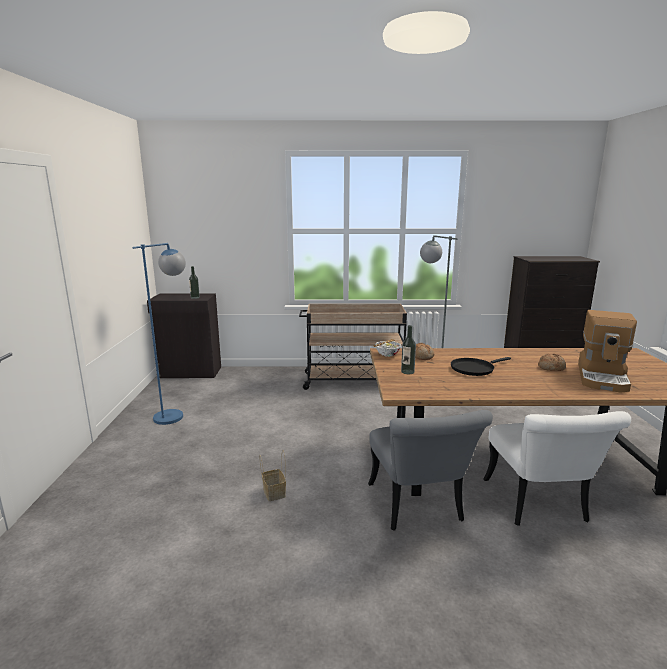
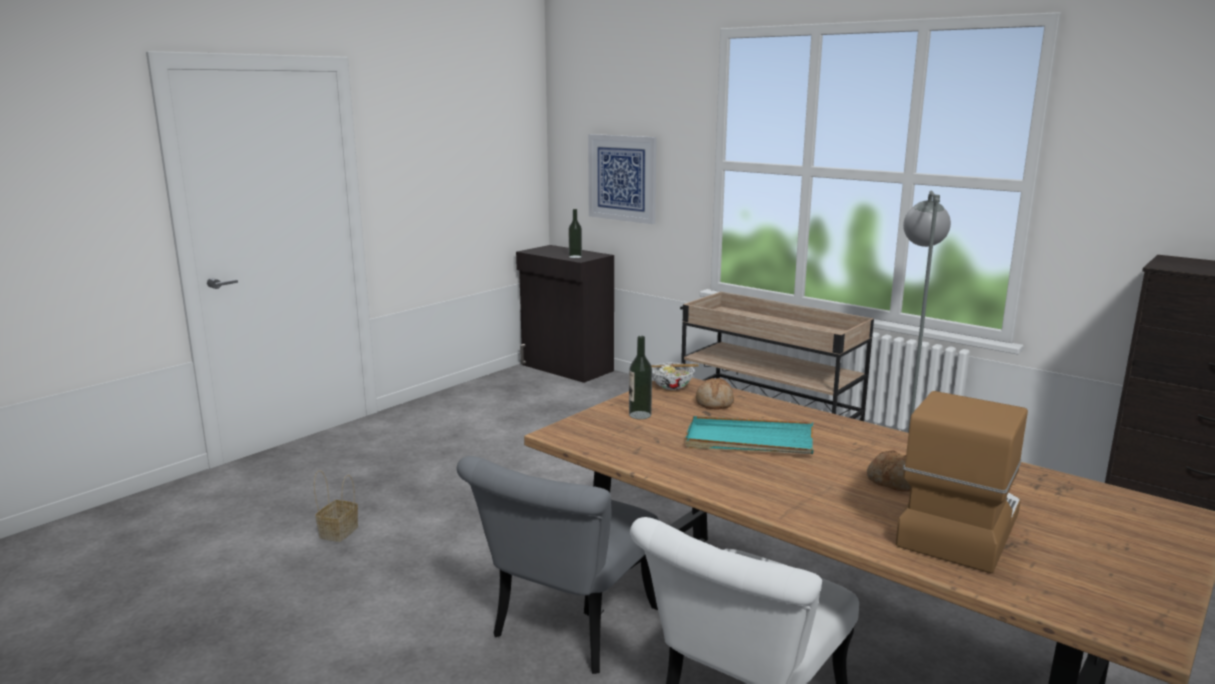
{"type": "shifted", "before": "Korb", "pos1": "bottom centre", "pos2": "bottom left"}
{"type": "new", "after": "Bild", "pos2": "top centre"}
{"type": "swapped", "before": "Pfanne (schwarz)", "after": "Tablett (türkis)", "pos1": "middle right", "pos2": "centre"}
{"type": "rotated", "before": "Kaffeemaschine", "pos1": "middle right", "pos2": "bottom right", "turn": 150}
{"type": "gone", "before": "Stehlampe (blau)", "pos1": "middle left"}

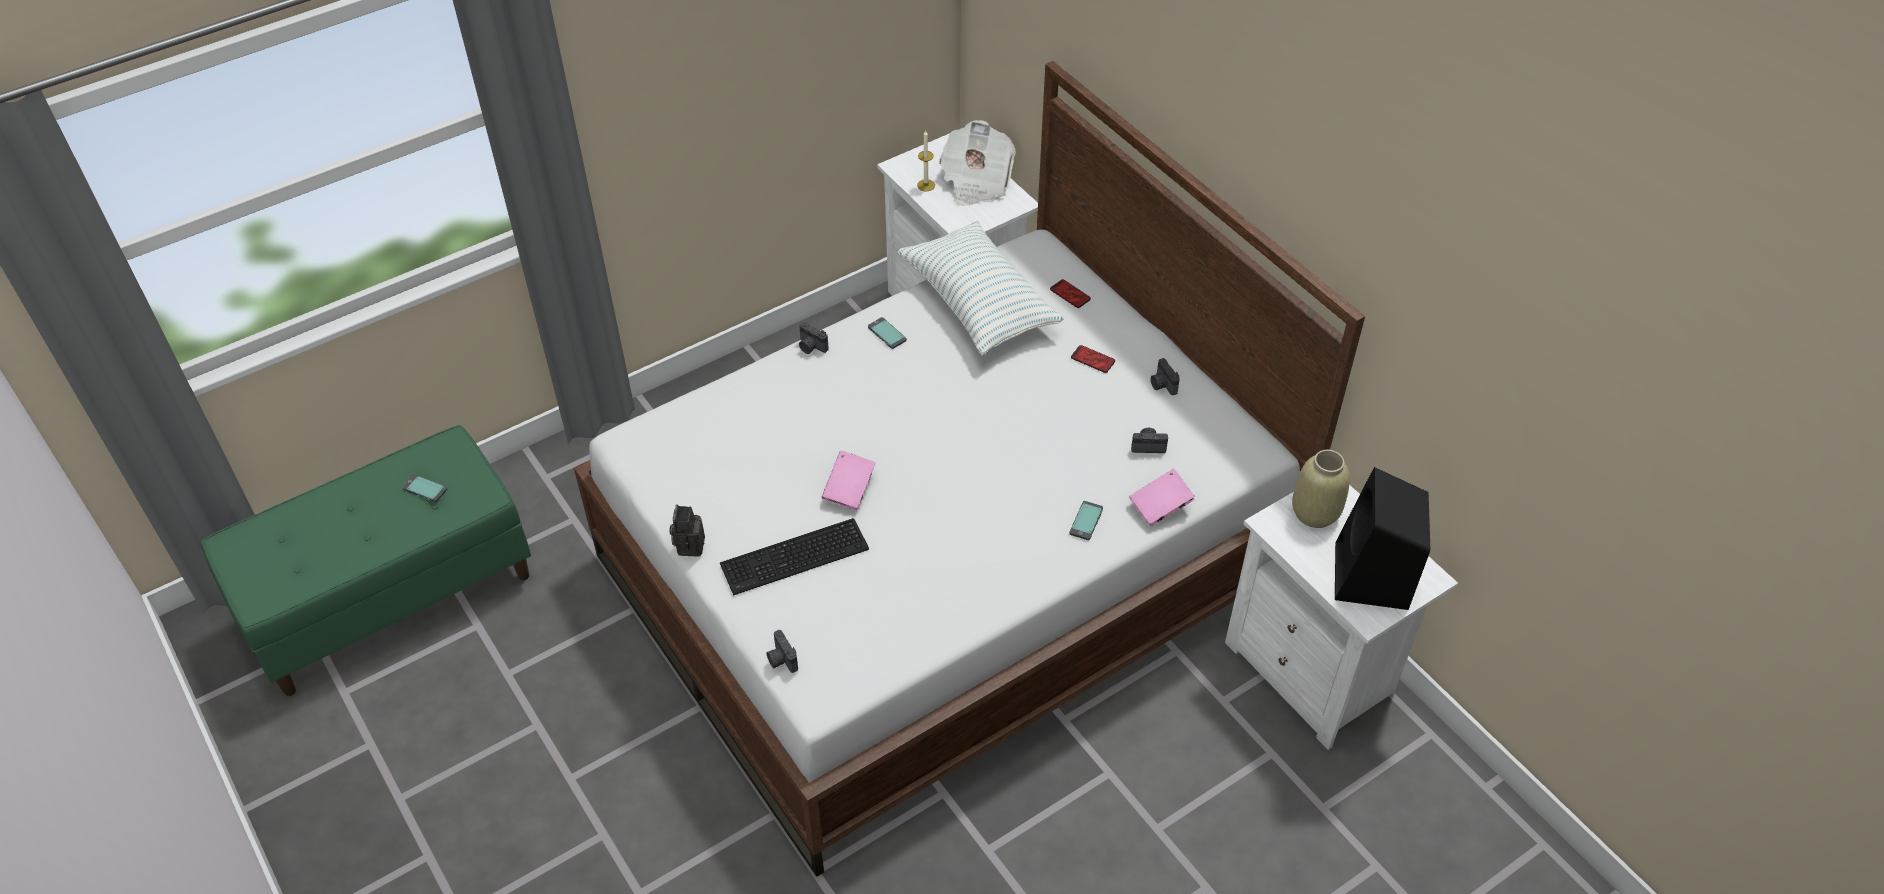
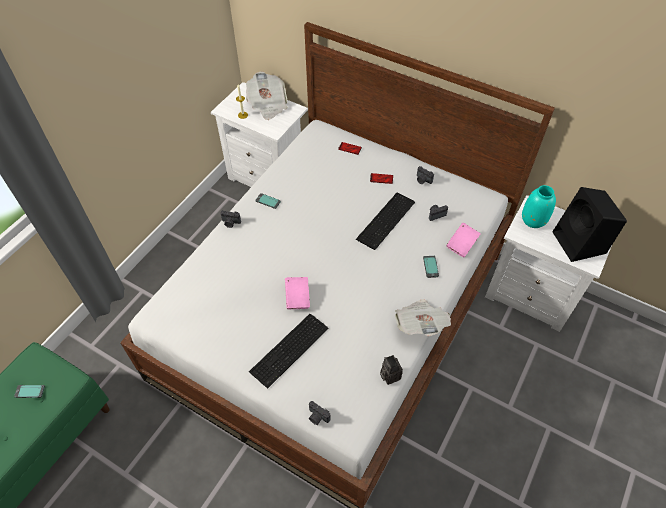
{"type": "new", "after": "Tastatur (no. 2 from left)", "pos2": "centre"}
{"type": "shifted", "before": "Kamera (no. 1 from left in the first image)", "after": "Kamera (no. 3 from left)", "pos1": "centre", "pos2": "bottom centre"}
{"type": "new", "after": "Zeitung (no. 2 from left)", "pos2": "centre"}
{"type": "repainted", "before": "Vase (beige)", "after": "Vase (türkis)", "pos1": "middle right", "pos2": "middle right"}
{"type": "gone", "before": "Kissen", "pos1": "top centre"}

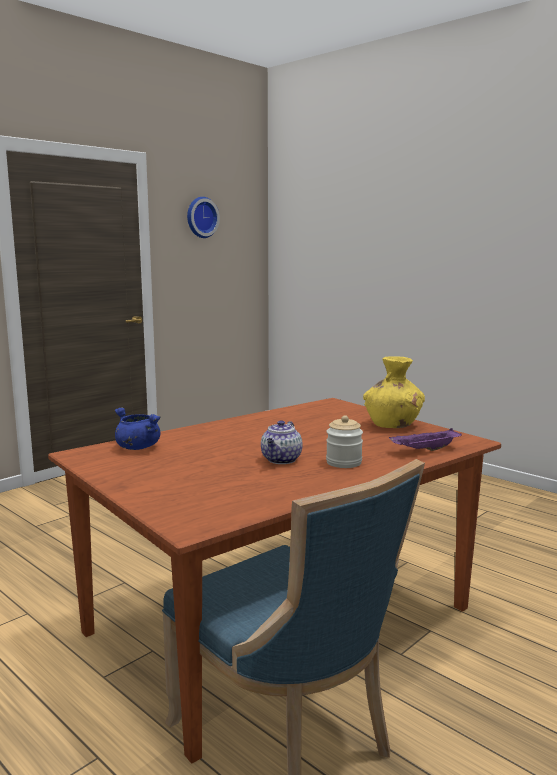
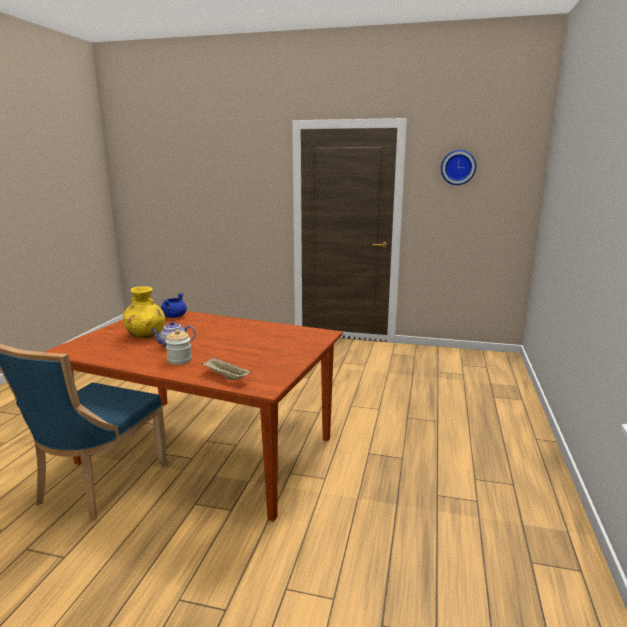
{"type": "shifted", "before": "Vase (gelb)", "pos1": "middle right", "pos2": "middle left"}
{"type": "repainted", "before": "Tablett (lila)", "after": "Tablett (beige)", "pos1": "middle right", "pos2": "centre"}

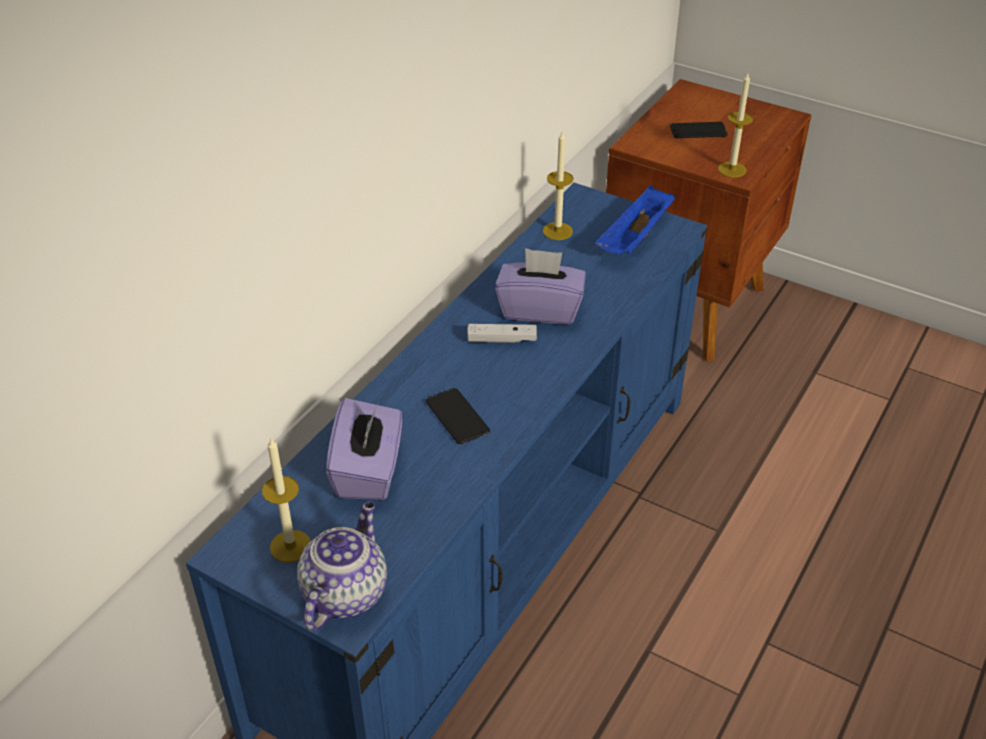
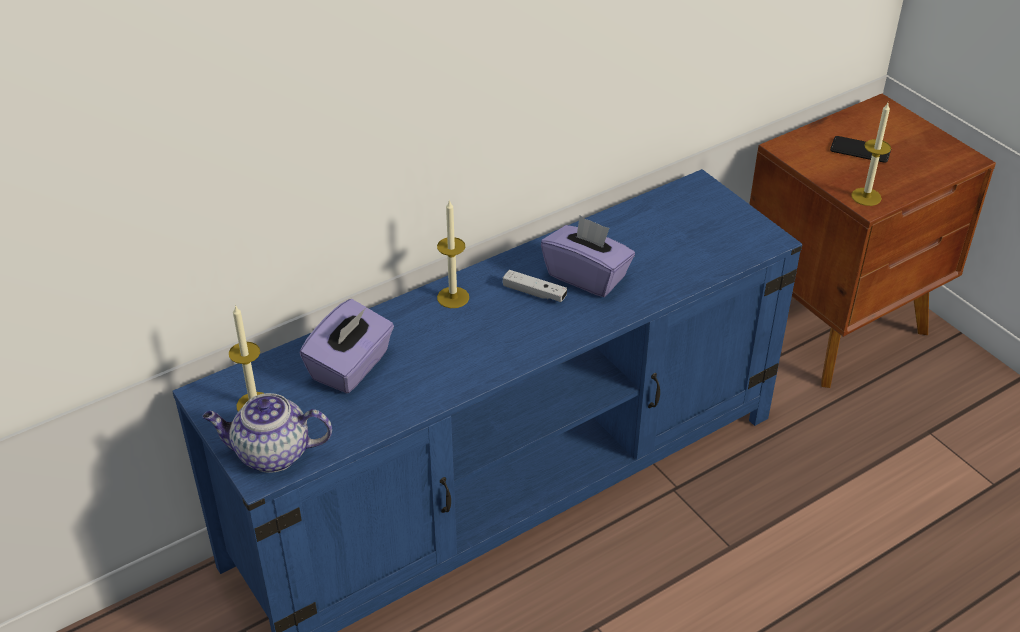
{"type": "rotated", "before": "Teekanne", "pos1": "bottom centre", "pos2": "bottom left", "turn": -135}
{"type": "shifted", "before": "Kerze (no. 2 from left)", "pos1": "top centre", "pos2": "centre"}
{"type": "gone", "before": "Handy (no. 1 from left)", "pos1": "centre"}
{"type": "gone", "before": "Tablett (blau)", "pos1": "top centre"}

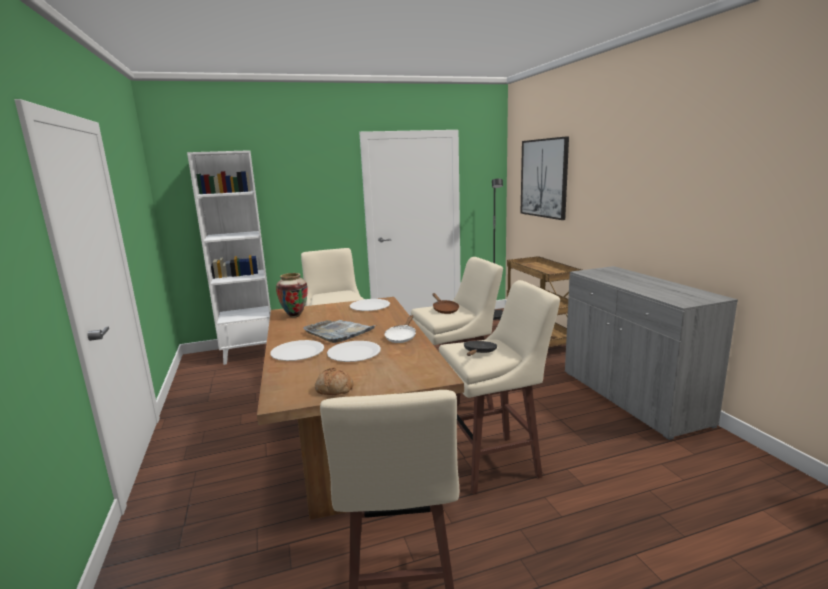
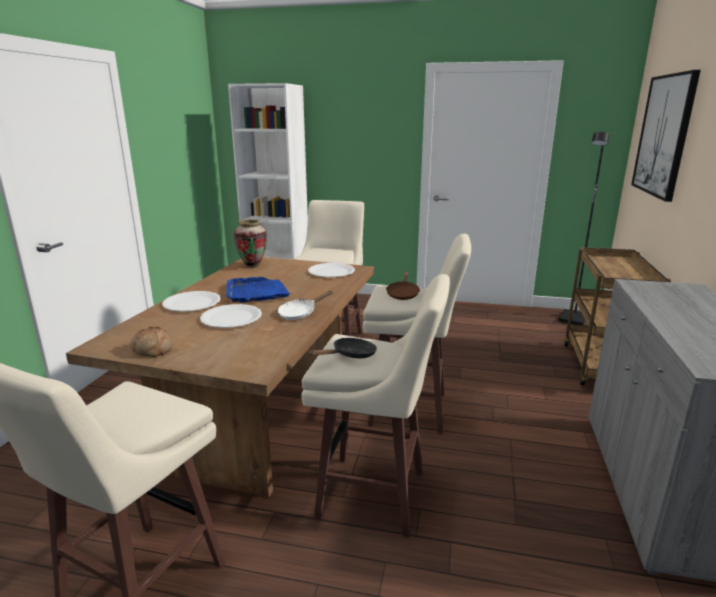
{"type": "repainted", "before": "Tablett (grau)", "after": "Tablett (blau)", "pos1": "centre", "pos2": "centre"}

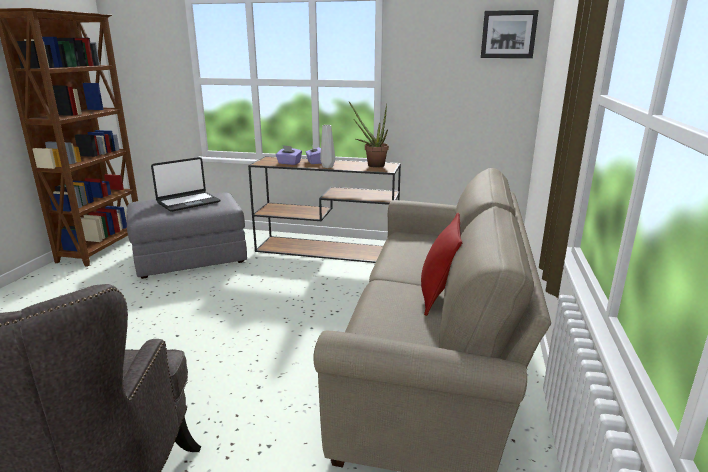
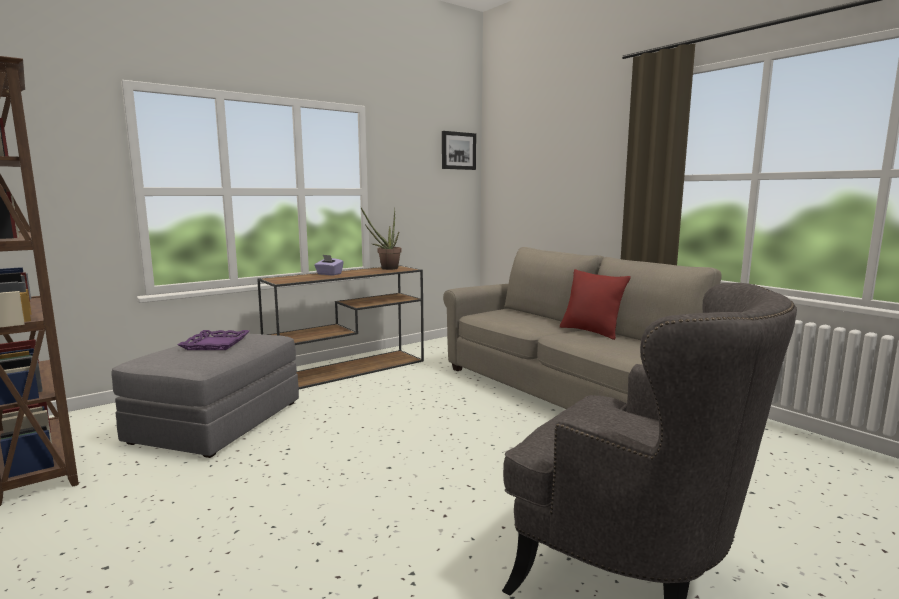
{"type": "swapped", "before": "Laptop", "after": "Tablett (lila)", "pos1": "middle left", "pos2": "middle left"}
{"type": "gone", "before": "Taschentuchbox (lila) (no. 1 from left)", "pos1": "top centre"}
{"type": "gone", "before": "Vase (grau)", "pos1": "top centre"}

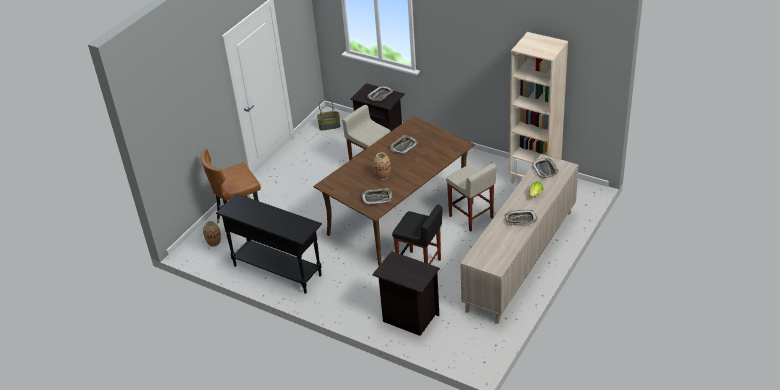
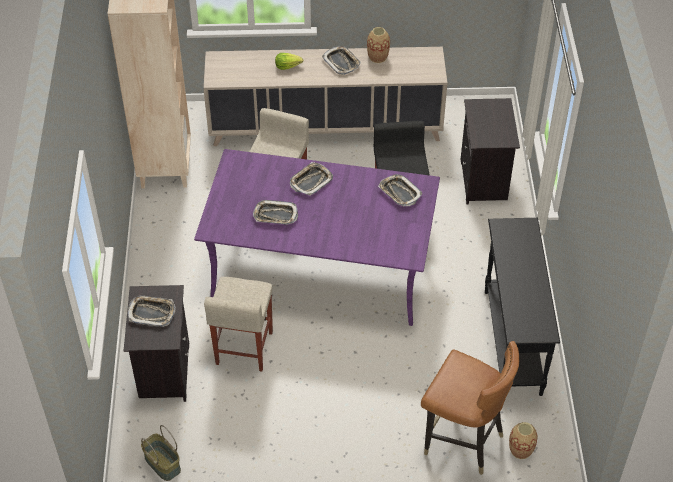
{"type": "repainted", "before": "Esstisch (braun)", "after": "Esstisch (lila)", "pos1": "centre", "pos2": "centre"}
{"type": "shifted", "before": "Tablett (no. 5 from left in the first image)", "after": "Tablett (no. 3 from left)", "pos1": "middle right", "pos2": "centre"}
{"type": "shifted", "before": "Vase (no. 2 from left in the first image)", "after": "Vase (no. 1 from left)", "pos1": "centre", "pos2": "top centre"}

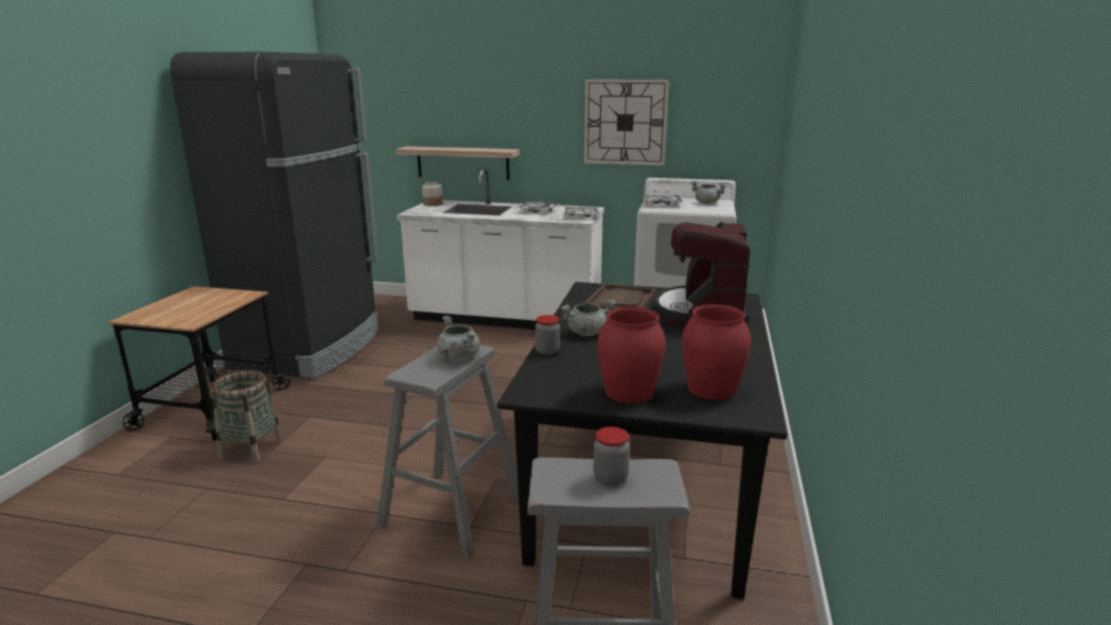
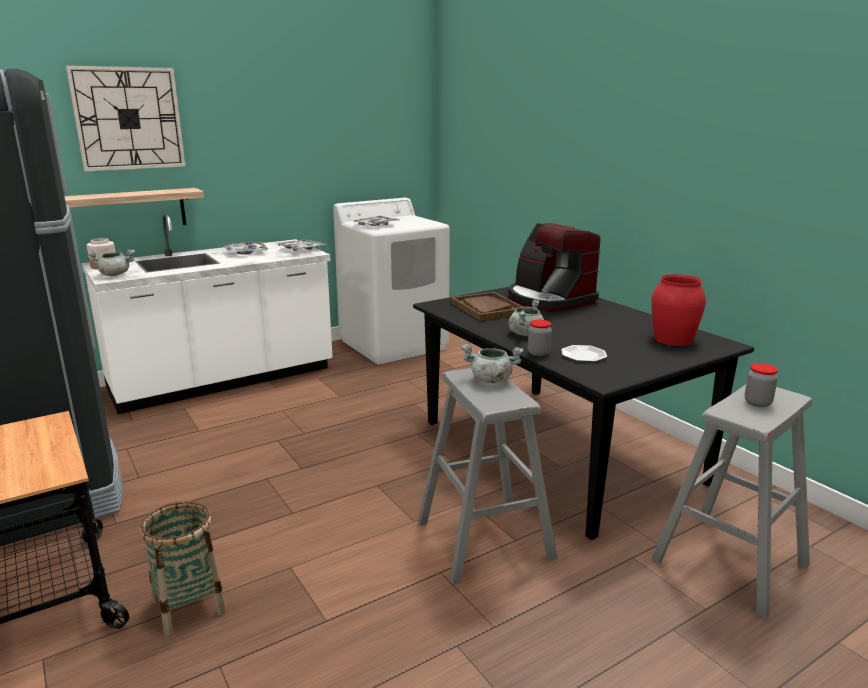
{"type": "shifted", "before": "Wanduhr", "pos1": "top centre", "pos2": "top left"}
{"type": "shifted", "before": "Kochtopf (grau) (no. 3 from left in the first image)", "after": "Kochtopf (grau) (no. 1 from left)", "pos1": "top centre", "pos2": "middle left"}
{"type": "new", "after": "Teller", "pos2": "middle right"}
{"type": "gone", "before": "Vase (rot) (no. 1 from left)", "pos1": "centre"}

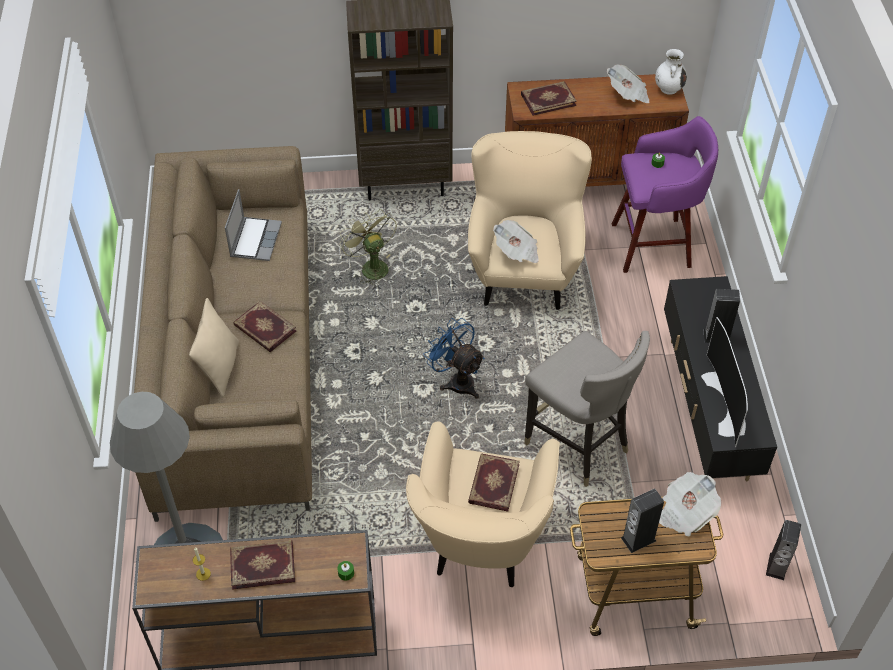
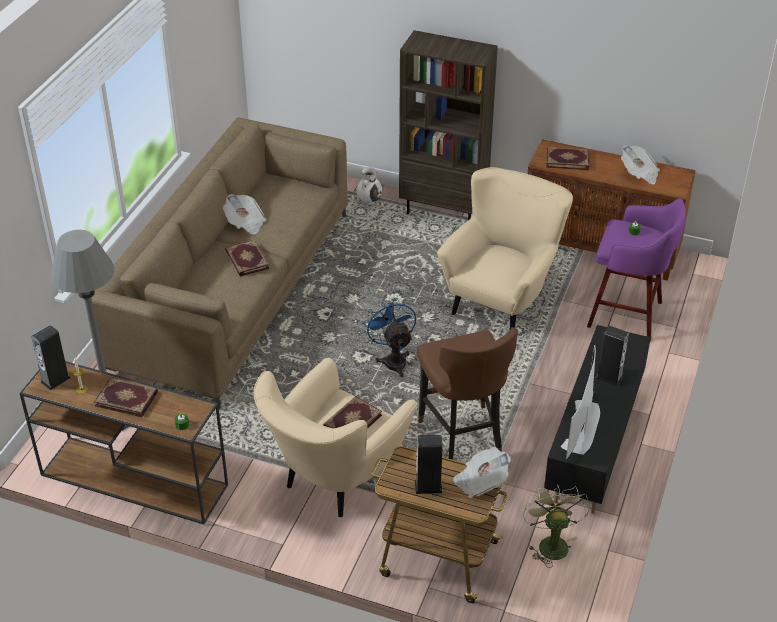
{"type": "shifted", "before": "Lautsprecher (no. 3 from left in the first image)", "after": "Lautsprecher (no. 1 from left)", "pos1": "bottom right", "pos2": "middle left"}
{"type": "shifted", "before": "Zeitung (no. 1 from left)", "pos1": "centre", "pos2": "middle left"}
{"type": "shifted", "before": "Vase (weiß)", "pos1": "top right", "pos2": "top centre"}
{"type": "repainted", "before": "Hocker (grau)", "after": "Hocker (braun)", "pos1": "centre", "pos2": "centre"}
{"type": "shifted", "before": "Ventilator (grün)", "pos1": "centre", "pos2": "bottom right"}
{"type": "gone", "before": "Kissen (beige)", "pos1": "middle left"}
{"type": "gone", "before": "Laptop", "pos1": "middle left"}

